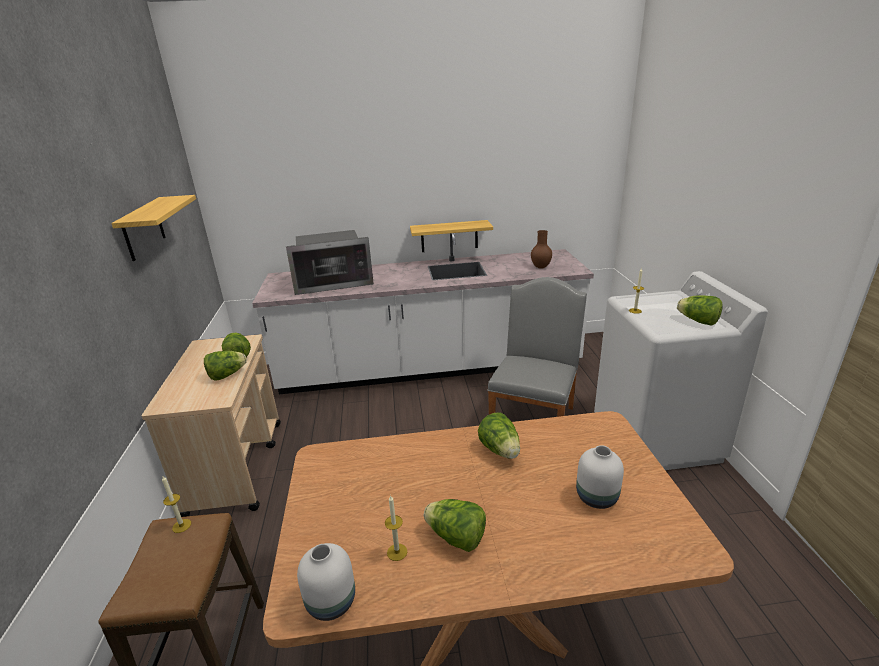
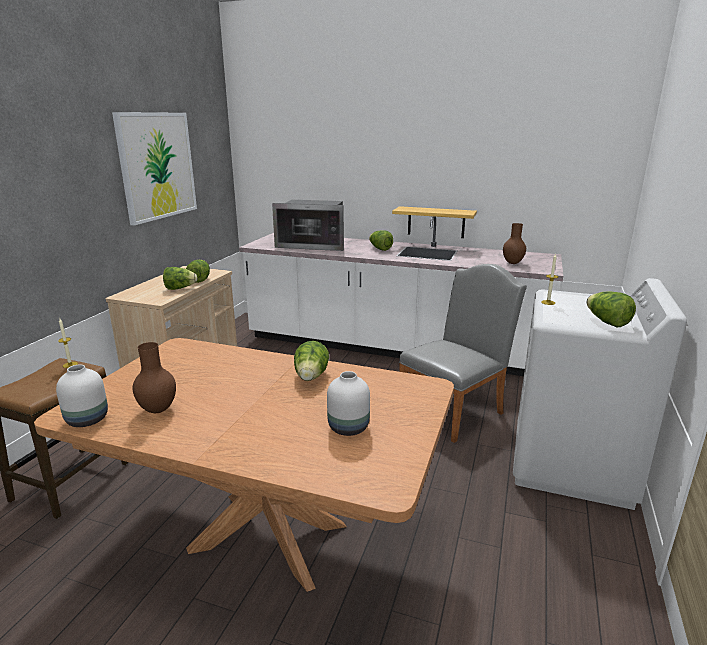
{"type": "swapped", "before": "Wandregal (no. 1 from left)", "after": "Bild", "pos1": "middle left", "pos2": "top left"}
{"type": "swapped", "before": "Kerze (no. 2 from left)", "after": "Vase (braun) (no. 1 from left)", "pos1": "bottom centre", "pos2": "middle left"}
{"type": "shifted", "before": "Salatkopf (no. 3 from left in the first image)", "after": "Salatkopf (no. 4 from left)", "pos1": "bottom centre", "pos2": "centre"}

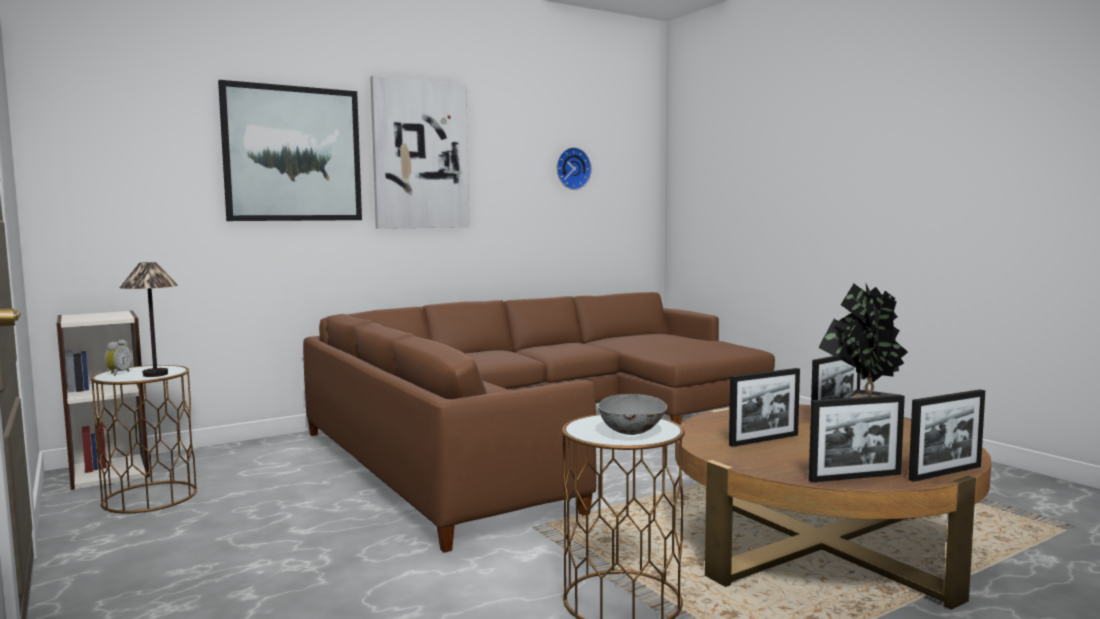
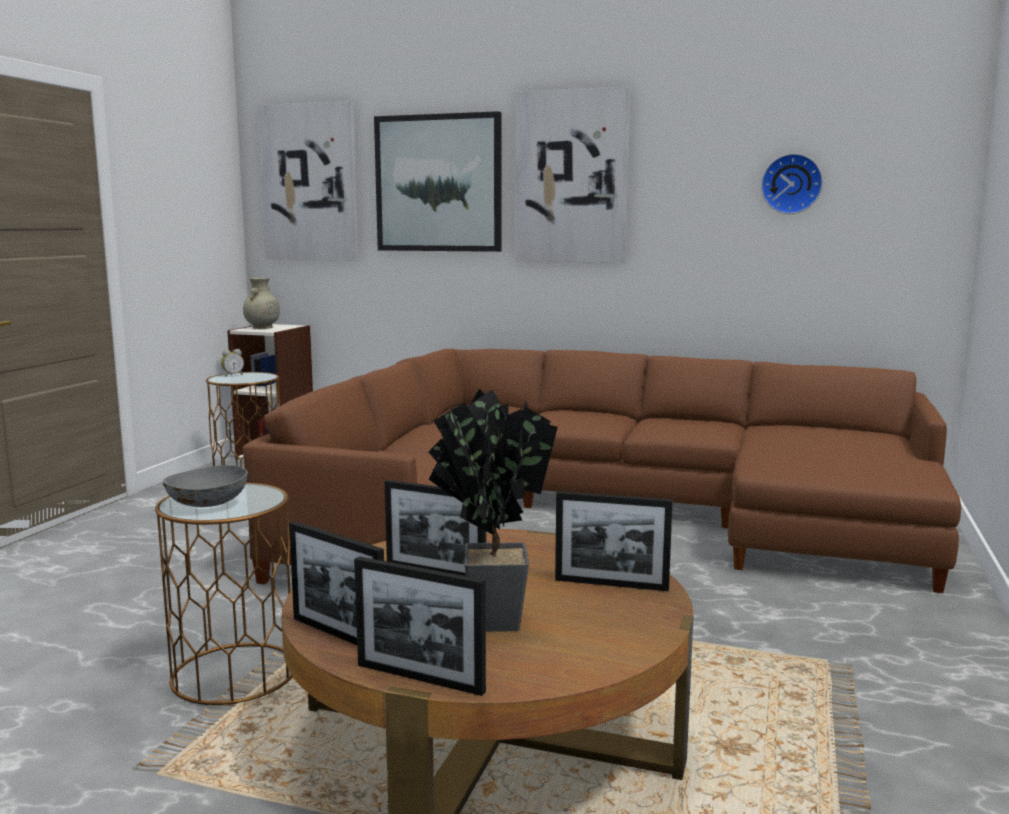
{"type": "new", "after": "Vase (beige)", "pos2": "middle left"}
{"type": "new", "after": "Bild (no. 1 from left)", "pos2": "top left"}
{"type": "gone", "before": "Tischlampe", "pos1": "middle left"}

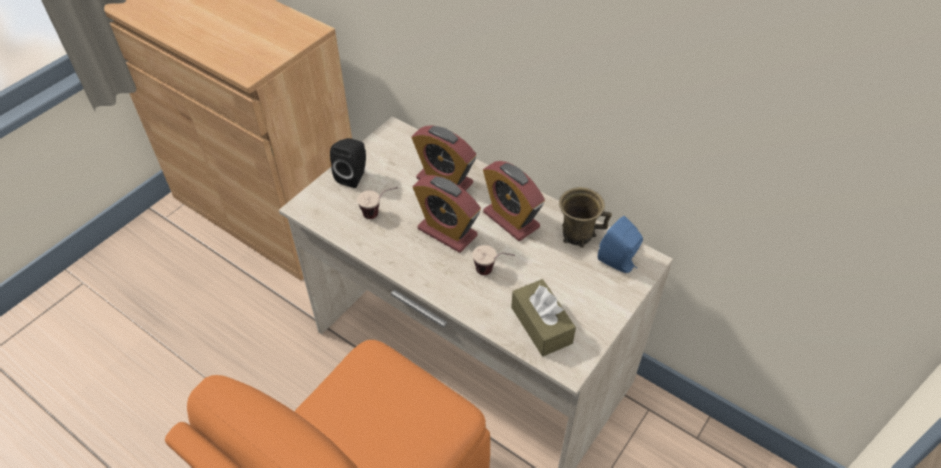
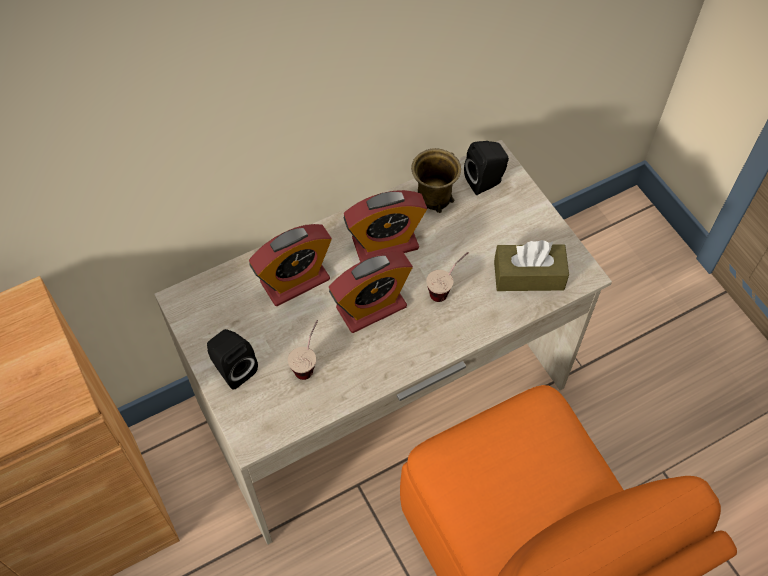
{"type": "repainted", "before": "Lautsprecher (blau)", "after": "Lautsprecher (schwarz) (no. 2 from left)", "pos1": "centre", "pos2": "top centre"}

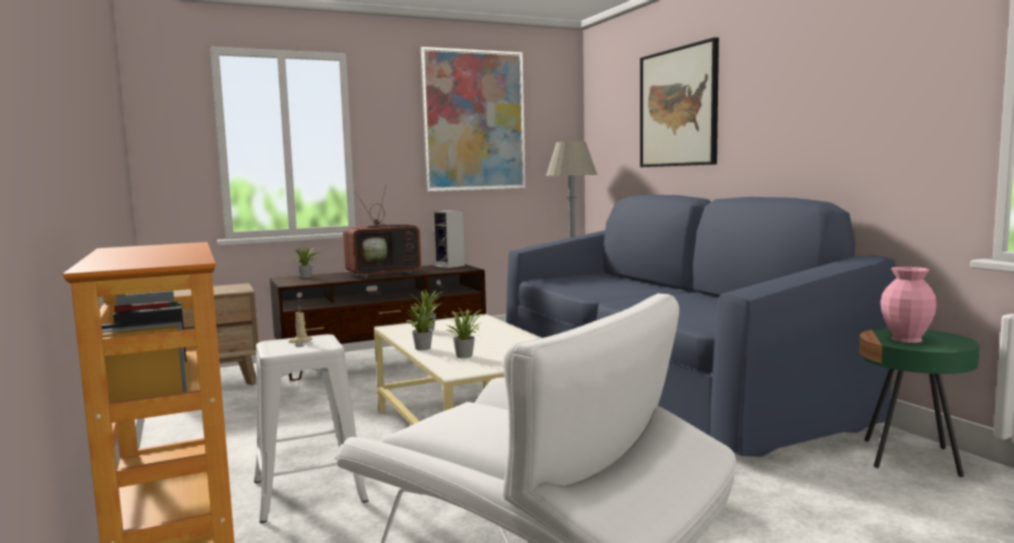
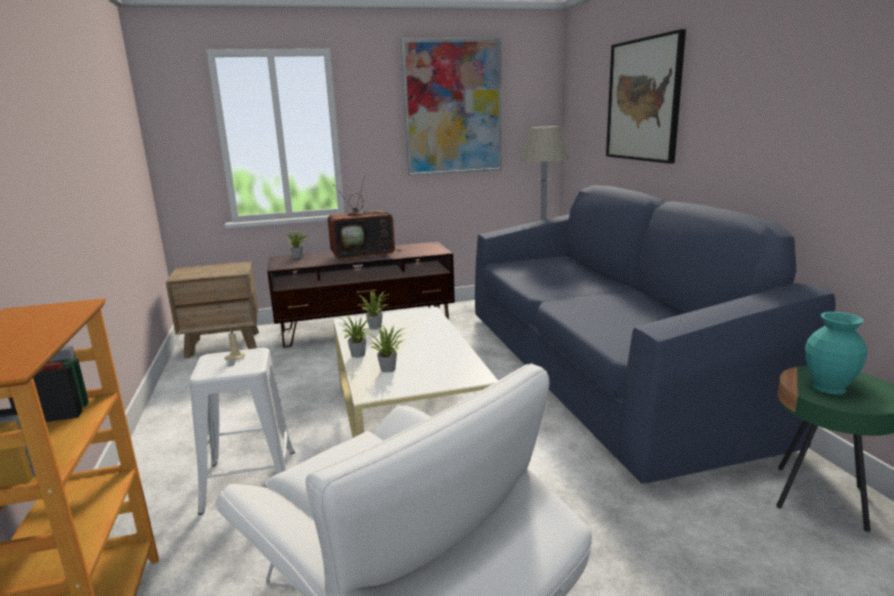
{"type": "repainted", "before": "Vase (rosa)", "after": "Vase (türkis)", "pos1": "middle right", "pos2": "middle right"}
{"type": "gone", "before": "Lautsprecher", "pos1": "centre"}

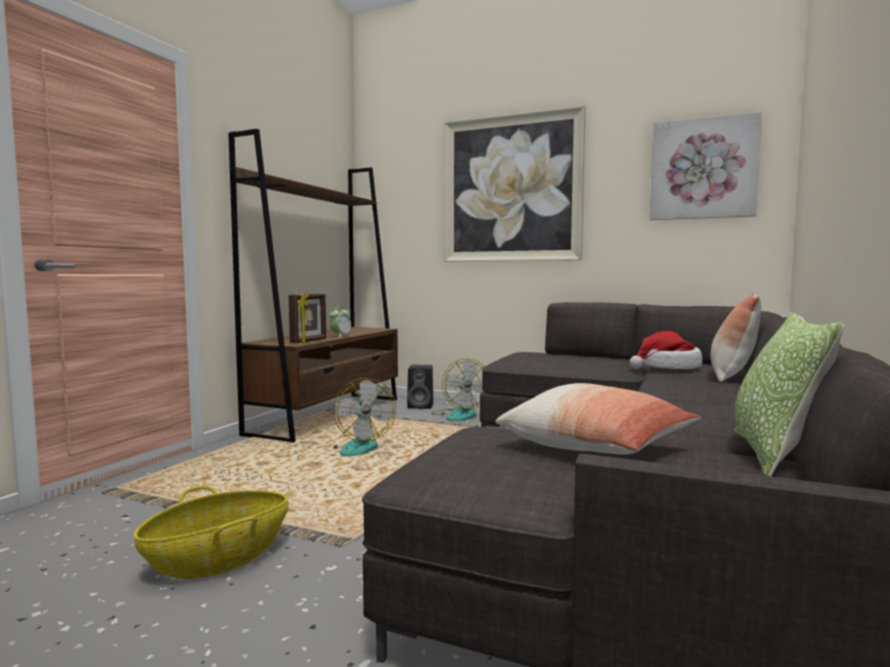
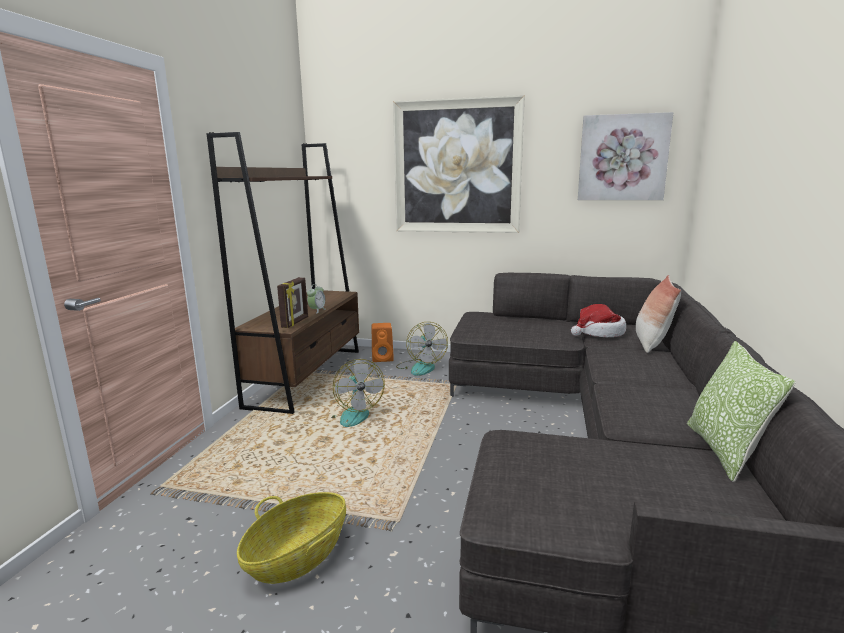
{"type": "repainted", "before": "Lautsprecher (schwarz)", "after": "Lautsprecher (orange)", "pos1": "centre", "pos2": "centre"}
{"type": "gone", "before": "Kissen (no. 1 from left)", "pos1": "middle right"}

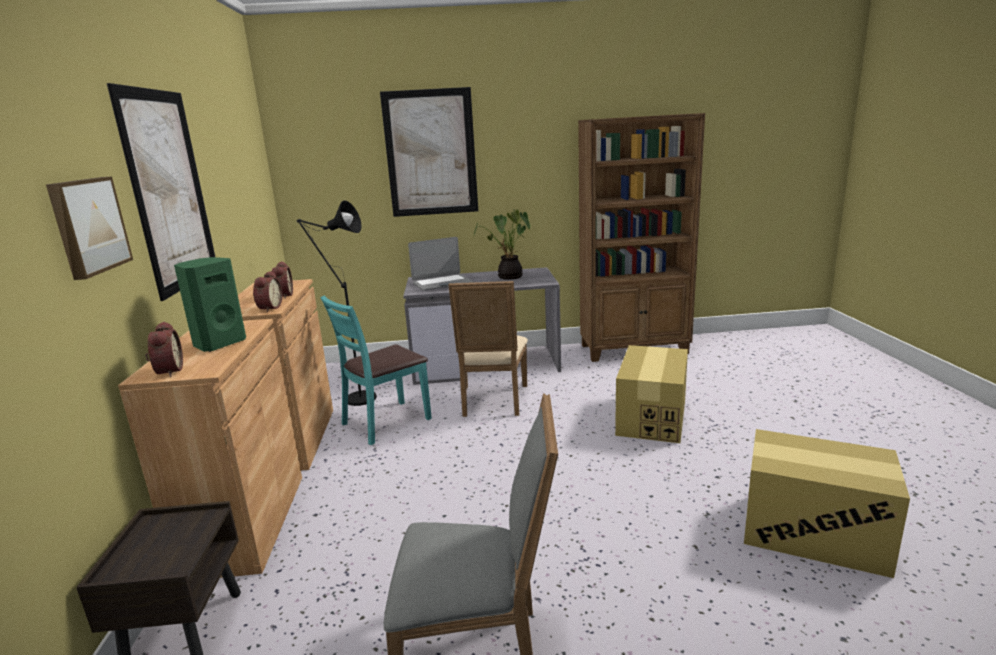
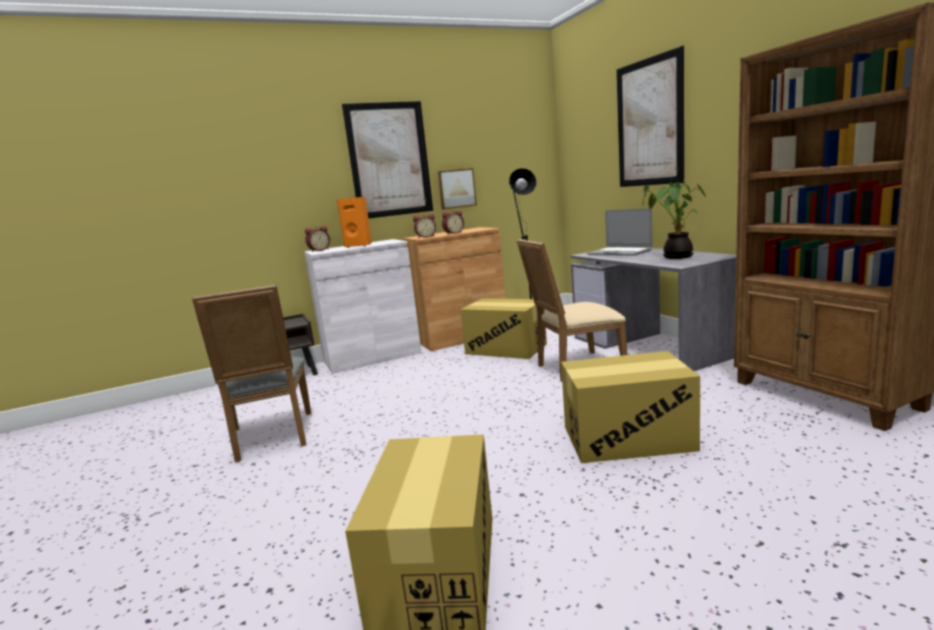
{"type": "repainted", "before": "Schrank (braun) (no. 1 from left)", "after": "Schrank (weiß)", "pos1": "bottom left", "pos2": "centre"}
{"type": "repainted", "before": "Lautsprecher (grün)", "after": "Lautsprecher (orange)", "pos1": "middle left", "pos2": "centre"}
{"type": "shifted", "before": "Bild (no. 1 from left in the first image)", "after": "Bild (no. 2 from left)", "pos1": "middle left", "pos2": "top centre"}
{"type": "swapped", "before": "Stuhl (türkis)", "after": "Karton (no. 2 from left)", "pos1": "centre", "pos2": "centre"}

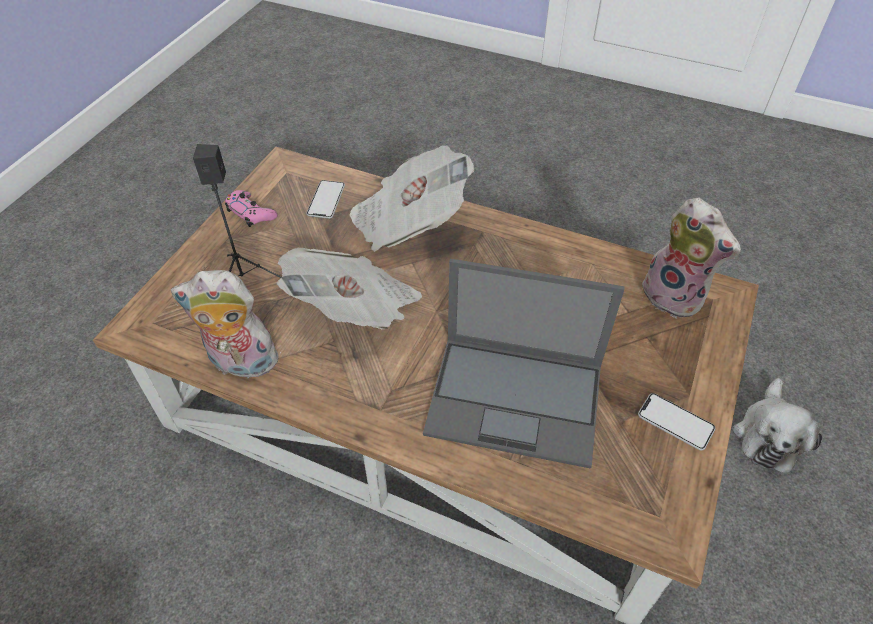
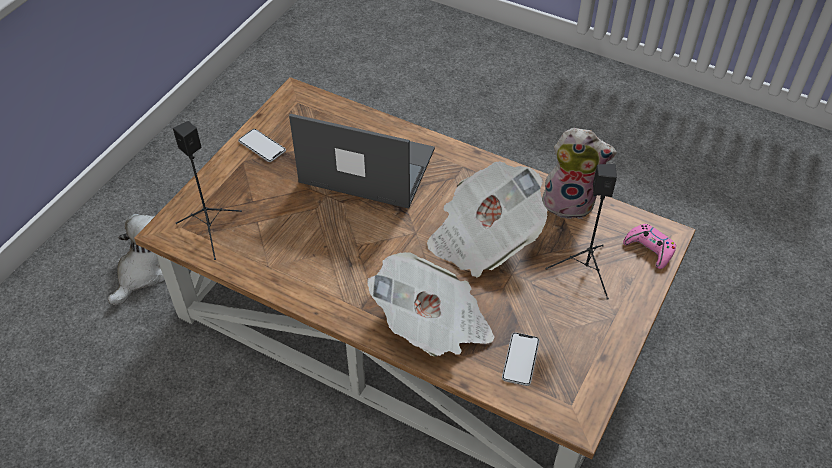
{"type": "swapped", "before": "Plüschtier (no. 2 from left)", "after": "Lautsprecher (schwarz) (no. 1 from left)", "pos1": "middle right", "pos2": "middle left"}
{"type": "shifted", "before": "Gamepad (rosa)", "pos1": "middle left", "pos2": "middle right"}

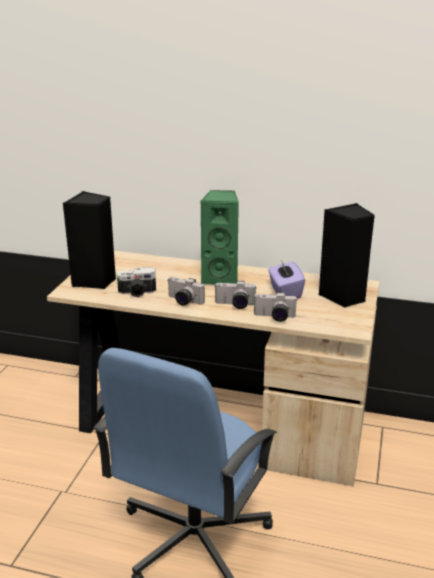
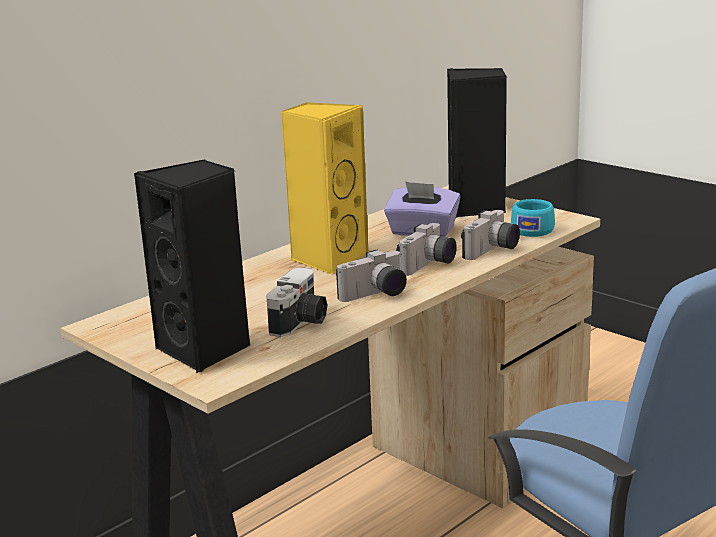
{"type": "repainted", "before": "Lautsprecher (grün)", "after": "Lautsprecher (gelb)", "pos1": "centre", "pos2": "centre"}
{"type": "new", "after": "Tasse (türkis)", "pos2": "middle right"}

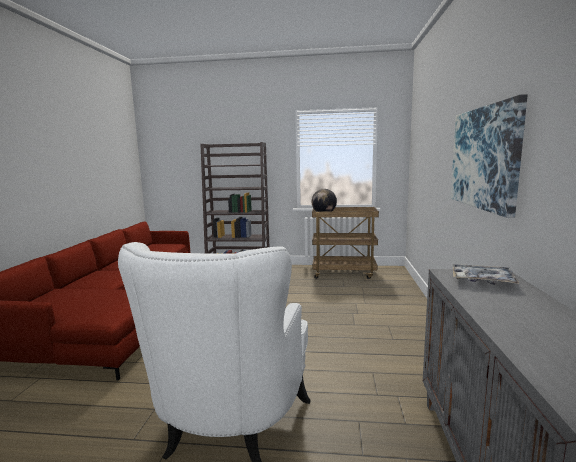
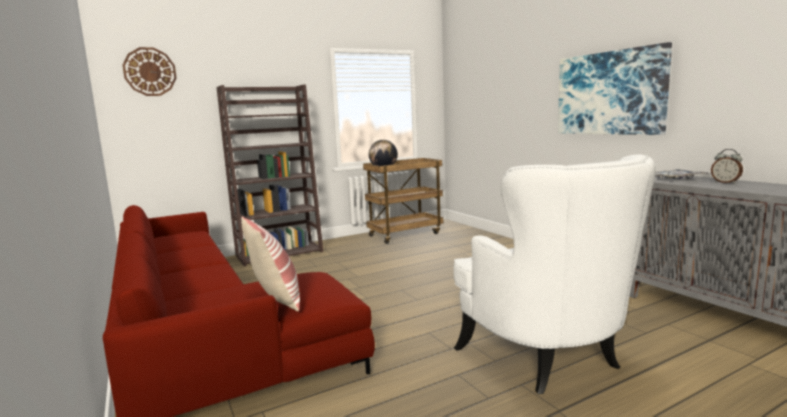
{"type": "new", "after": "Wanduhr", "pos2": "top left"}
{"type": "new", "after": "Kissen", "pos2": "centre"}
{"type": "new", "after": "Wecker", "pos2": "middle right"}

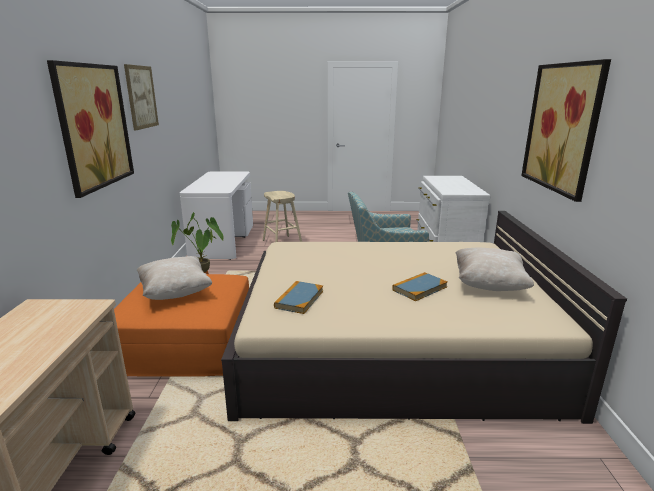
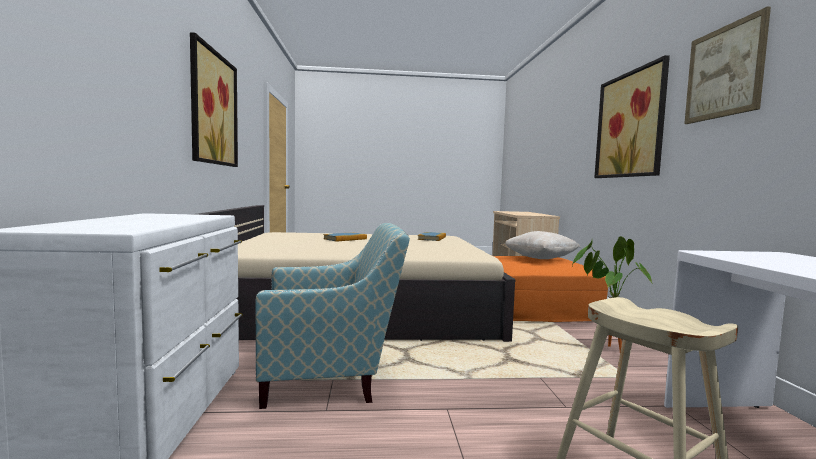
{"type": "gone", "before": "Kissen (beige) (no. 2 from left)", "pos1": "middle right"}

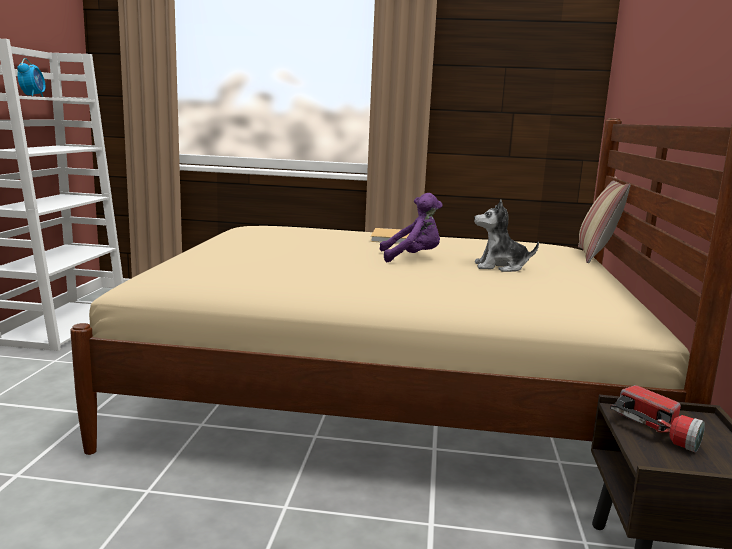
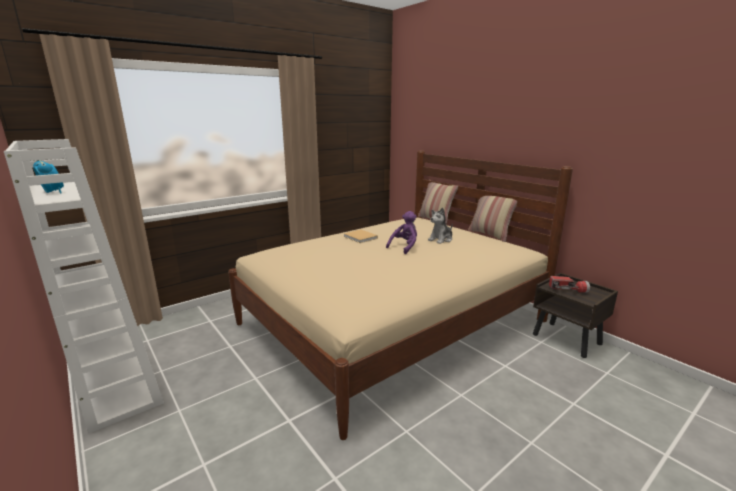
{"type": "new", "after": "Kissen (no. 2 from left)", "pos2": "middle right"}

